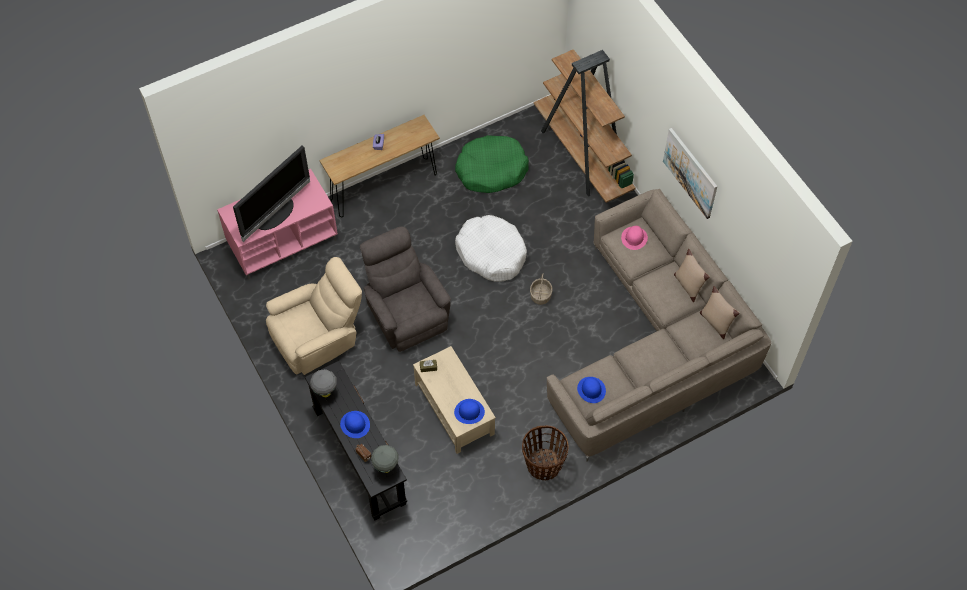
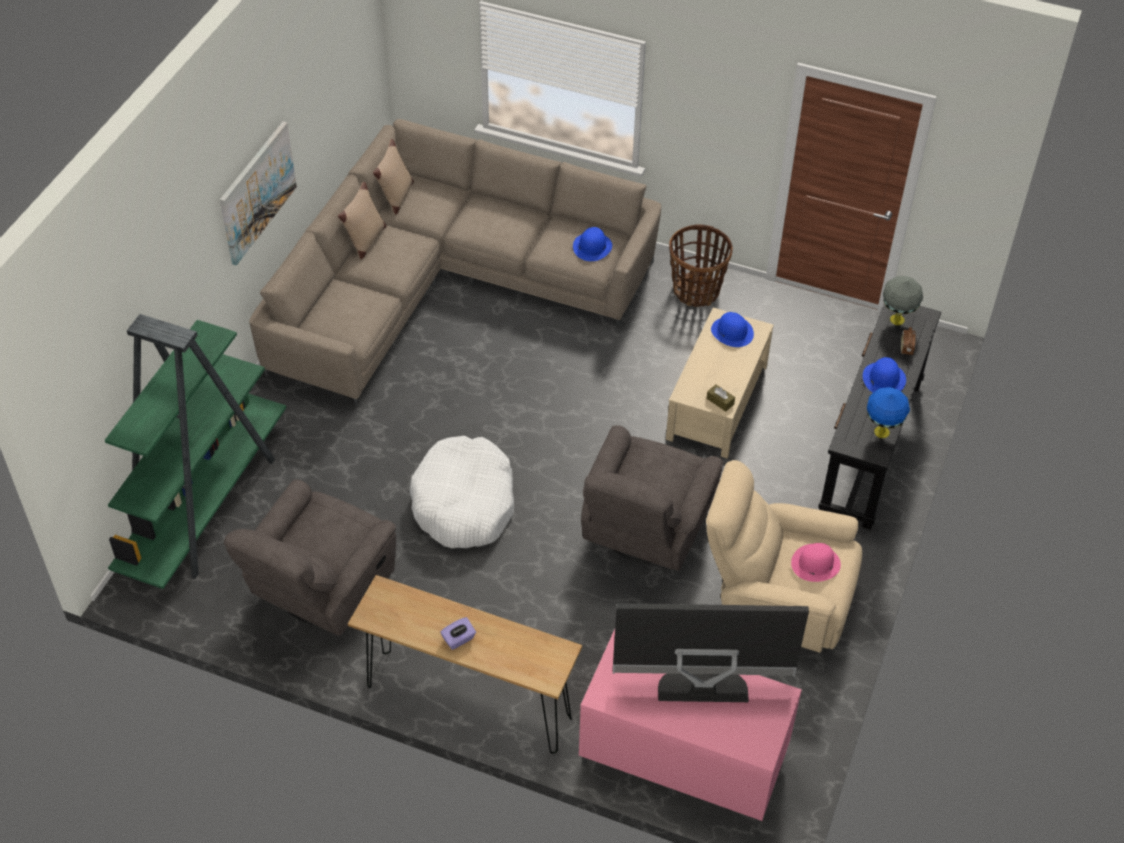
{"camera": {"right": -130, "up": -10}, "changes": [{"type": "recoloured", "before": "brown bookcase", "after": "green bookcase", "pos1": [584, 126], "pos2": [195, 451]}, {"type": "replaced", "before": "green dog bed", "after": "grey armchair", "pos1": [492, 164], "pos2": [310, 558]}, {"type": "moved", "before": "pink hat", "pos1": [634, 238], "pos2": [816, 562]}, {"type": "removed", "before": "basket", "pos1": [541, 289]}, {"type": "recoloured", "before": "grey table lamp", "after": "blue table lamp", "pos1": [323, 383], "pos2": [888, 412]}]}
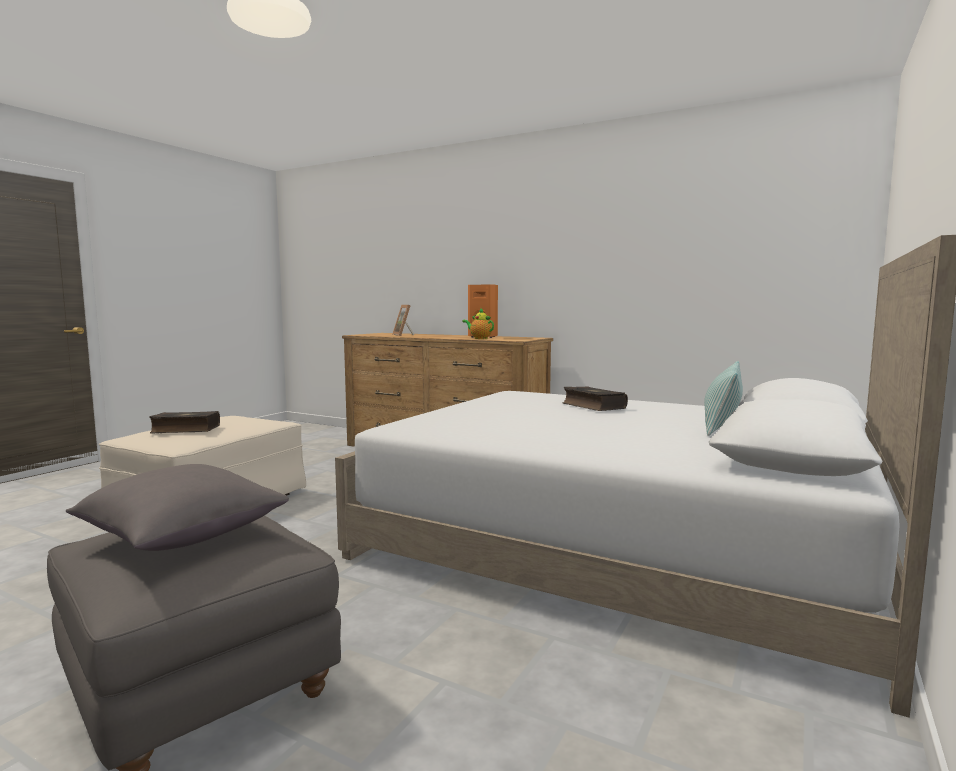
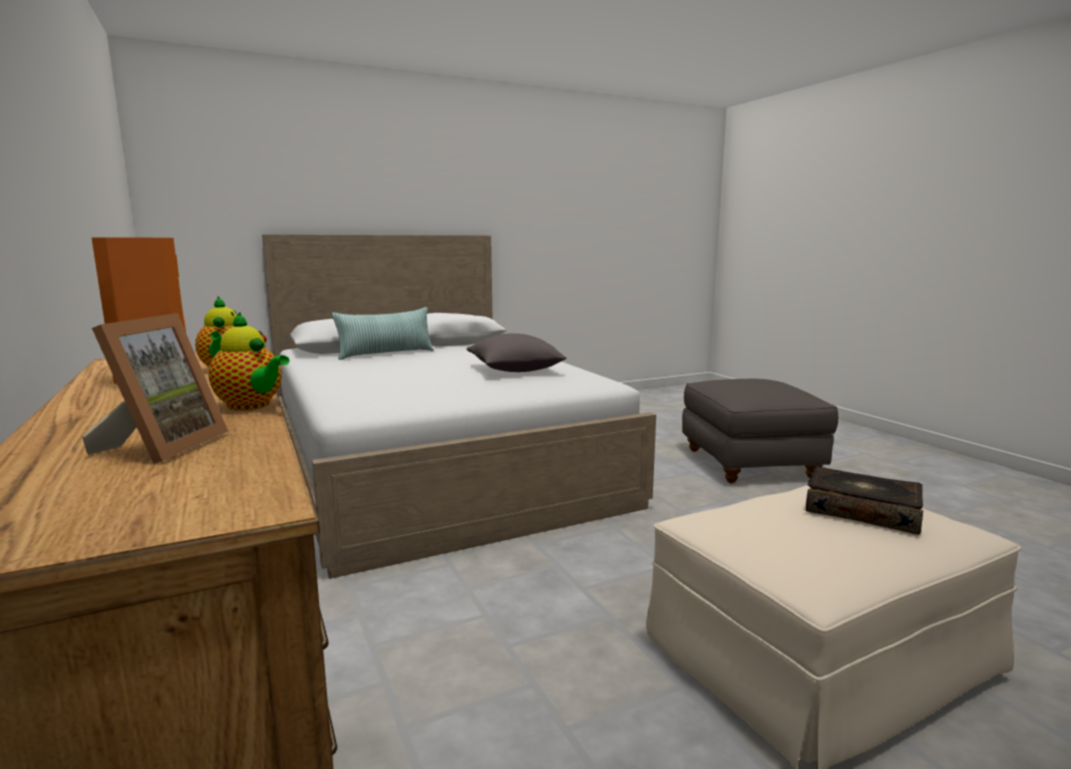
{"camera": {"right": -145, "up": 5}, "changes": [{"type": "removed", "before": "book", "pos1": [595, 398]}, {"type": "moved", "before": "grey pillow", "pos1": [177, 507], "pos2": [516, 352]}, {"type": "added", "after": "teapot", "pos2": [249, 361]}]}
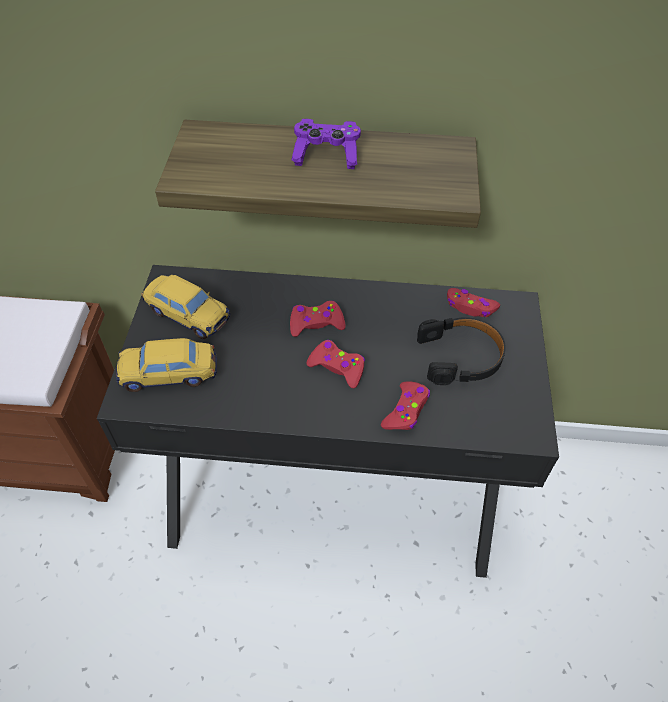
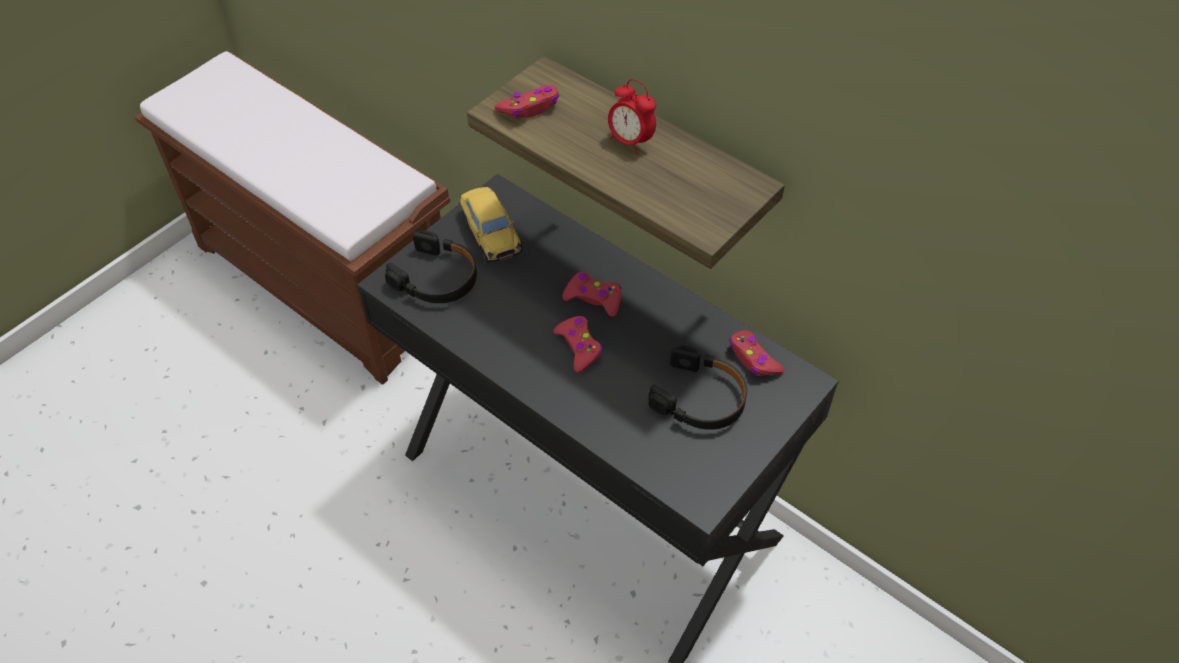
{"camera": {"right": 35, "up": 0}, "changes": [{"type": "replaced", "before": "purple game controller", "after": "alarm clock", "pos1": [326, 144], "pos2": [632, 116]}, {"type": "replaced", "before": "toy car", "after": "black headphones", "pos1": [166, 365], "pos2": [431, 266]}, {"type": "moved", "before": "red game controller", "pos1": [405, 405], "pos2": [526, 102]}]}
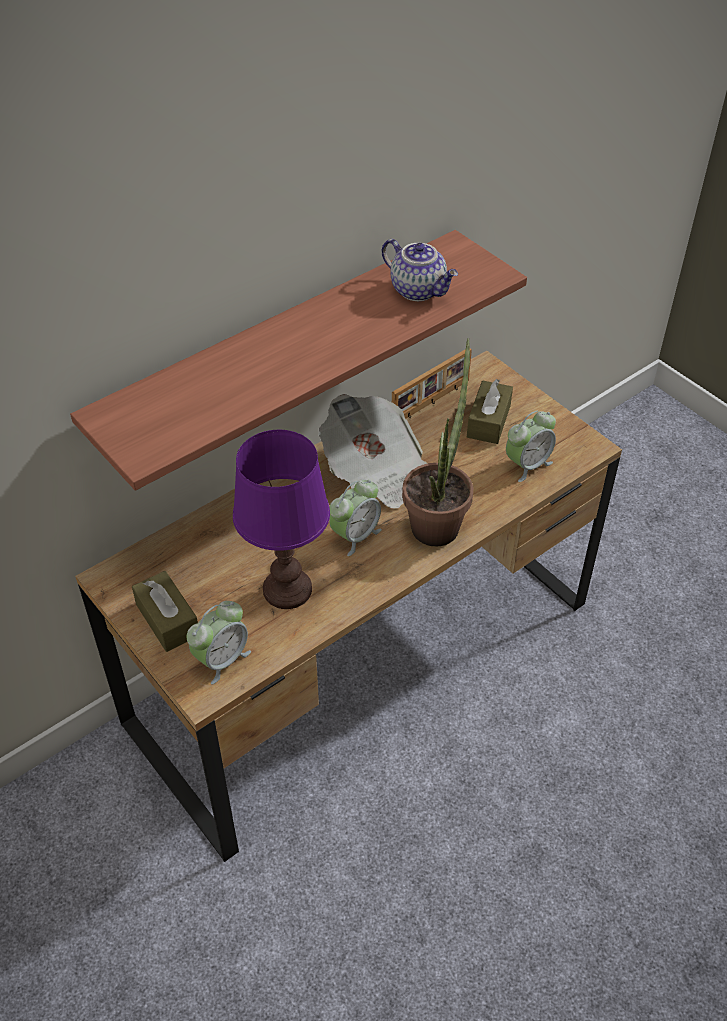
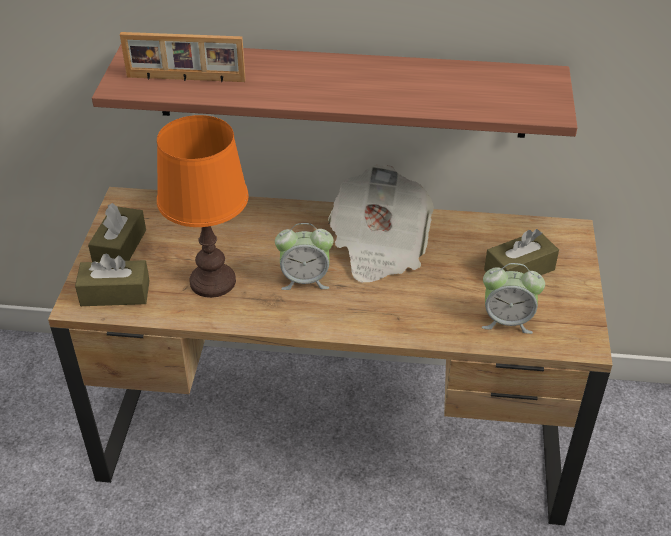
{"camera": {"right": 45, "up": -5}, "changes": [{"type": "removed", "before": "teapot", "pos1": [420, 270]}, {"type": "removed", "before": "potted plant", "pos1": [437, 442]}, {"type": "moved", "before": "picture frame", "pos1": [432, 384], "pos2": [183, 57]}, {"type": "recoloured", "before": "purple table lamp", "after": "orange table lamp", "pos1": [281, 519], "pos2": [203, 206]}, {"type": "replaced", "before": "alarm clock", "after": "brown tissue box", "pos1": [218, 642], "pos2": [112, 280]}]}
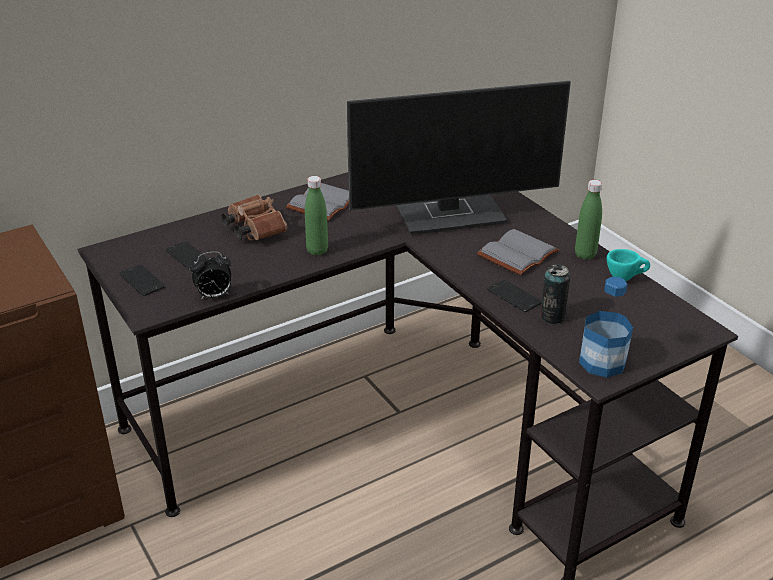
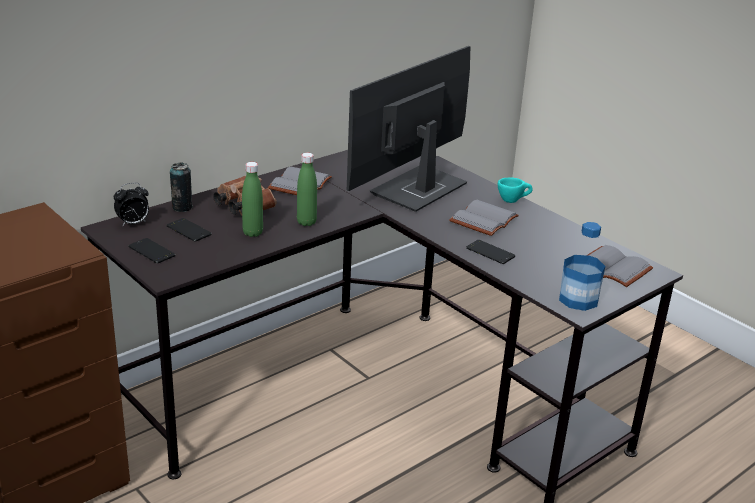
{"camera": {"right": -10, "up": -5}, "changes": [{"type": "turned", "before": "monitor", "pos1": [459, 158], "pos2": [408, 129], "turn": 150}, {"type": "moved", "before": "green bottle", "pos1": [588, 220], "pos2": [252, 199]}, {"type": "moved", "before": "turquoise cup", "pos1": [628, 265], "pos2": [515, 190]}, {"type": "moved", "before": "alarm clock", "pos1": [210, 275], "pos2": [131, 204]}, {"type": "moved", "before": "can", "pos1": [555, 294], "pos2": [181, 187]}, {"type": "added", "after": "grey book", "pos2": [619, 266]}]}
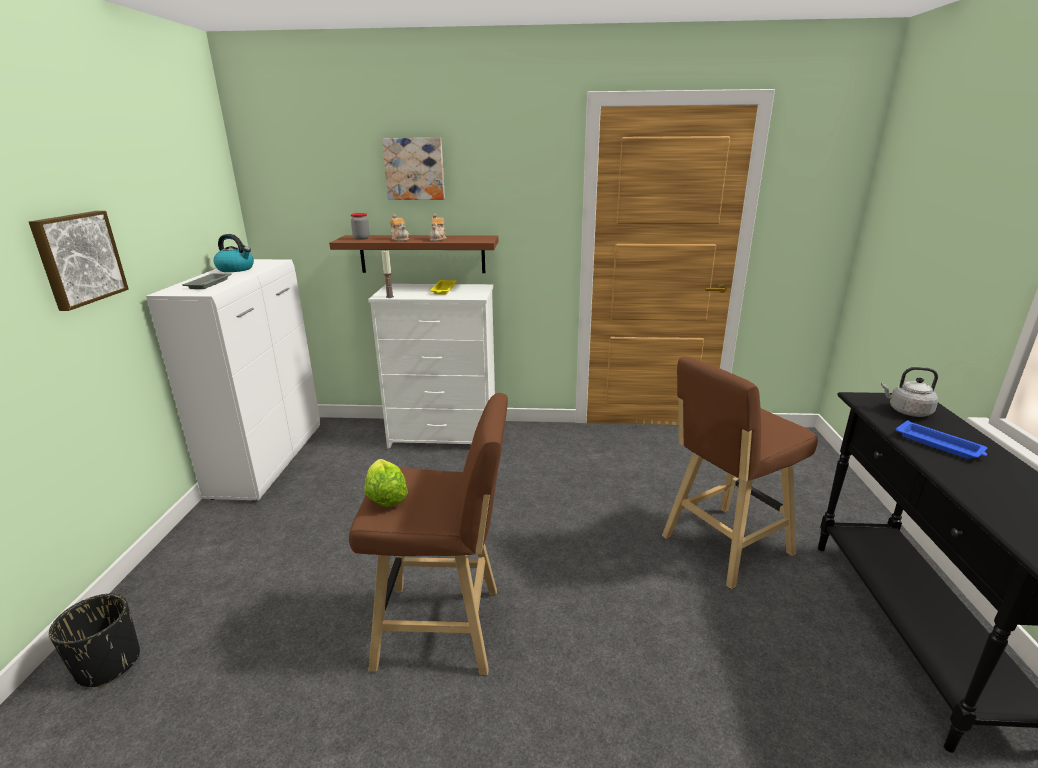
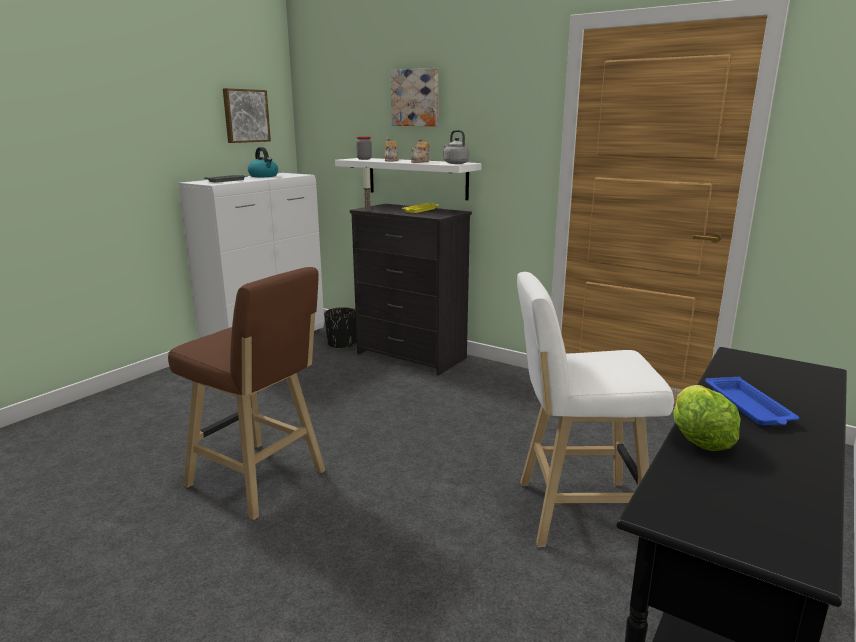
{"camera": {"right": 30, "up": -5}, "changes": [{"type": "moved", "before": "picture", "pos1": [79, 261], "pos2": [247, 115]}, {"type": "recoloured", "before": "brown shelf", "after": "white shelf", "pos1": [413, 254], "pos2": [408, 179]}, {"type": "recoloured", "before": "white dresser", "after": "black dresser", "pos1": [431, 366], "pos2": [411, 289]}, {"type": "recoloured", "before": "brown stool", "after": "white stool", "pos1": [740, 473], "pos2": [595, 409]}, {"type": "moved", "before": "grey kettle", "pos1": [910, 392], "pos2": [456, 147]}, {"type": "moved", "before": "lettuce", "pos1": [386, 483], "pos2": [707, 418]}, {"type": "moved", "before": "black planter", "pos1": [94, 640], "pos2": [340, 328]}]}
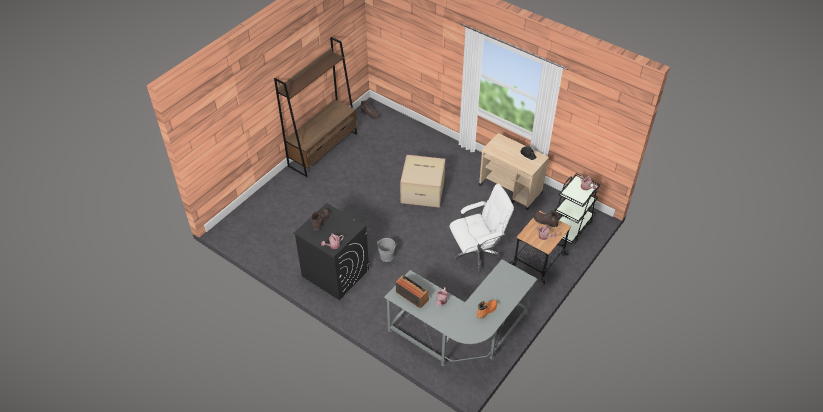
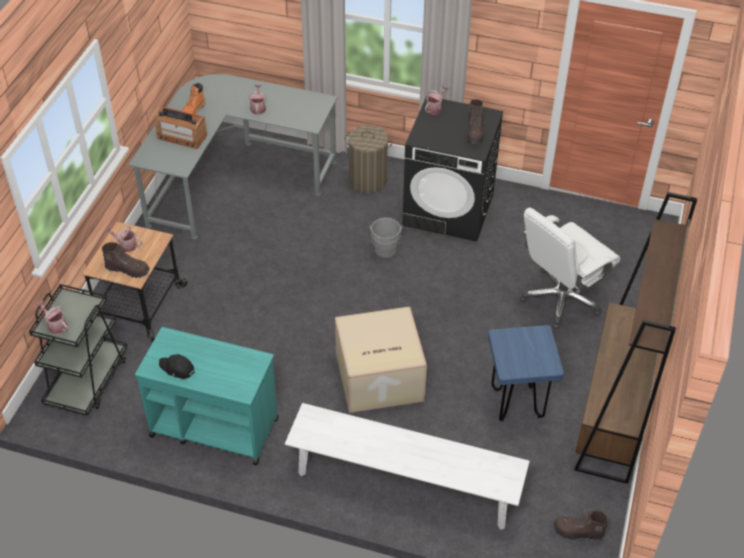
{"camera": {"right": 160, "up": 0}, "changes": [{"type": "recoloured", "before": "beige cart", "after": "turquoise cart", "pos1": [514, 171], "pos2": [207, 396]}, {"type": "moved", "before": "white office chair", "pos1": [482, 227], "pos2": [570, 268]}, {"type": "moved", "before": "radio", "pos1": [412, 292], "pos2": [180, 127]}, {"type": "added", "after": "laundry basket", "pos2": [368, 159]}, {"type": "added", "after": "blue stool", "pos2": [526, 373]}, {"type": "added", "after": "white bench", "pos2": [407, 466]}]}
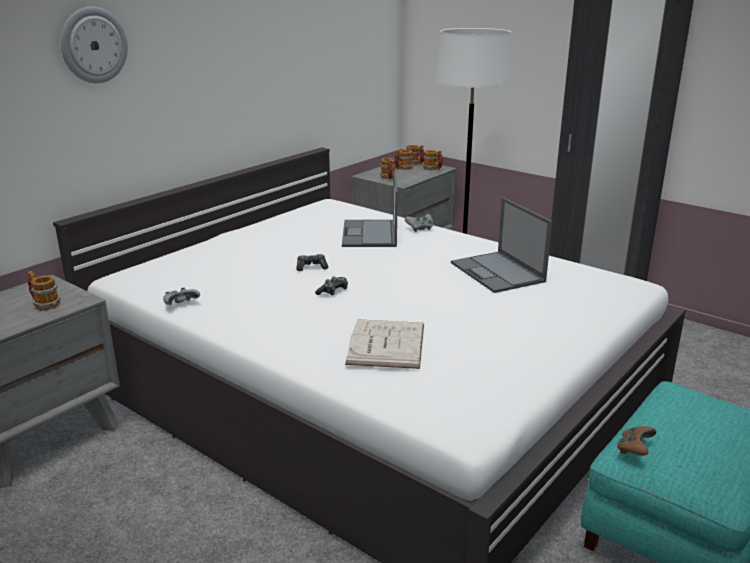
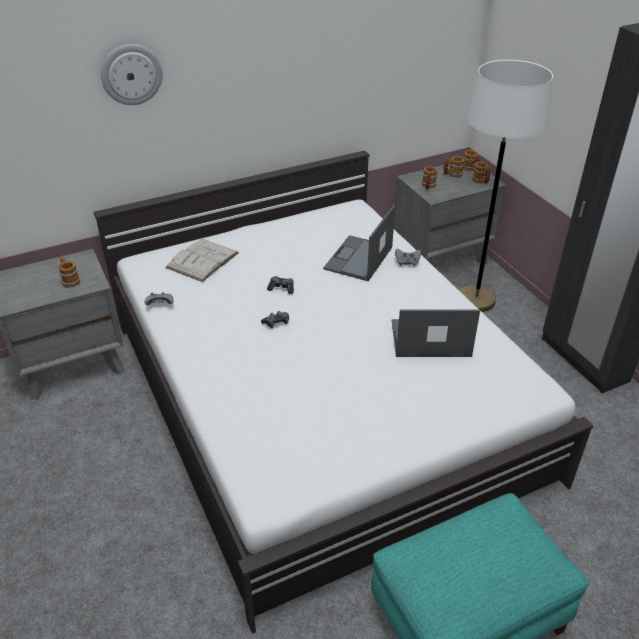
{"camera": {"right": 25, "up": 15}, "changes": [{"type": "turned", "before": "laptop", "pos1": [501, 245], "pos2": [436, 333], "turn": 90}, {"type": "moved", "before": "white book", "pos1": [384, 344], "pos2": [202, 260]}, {"type": "removed", "before": "brown game controller", "pos1": [637, 441]}]}
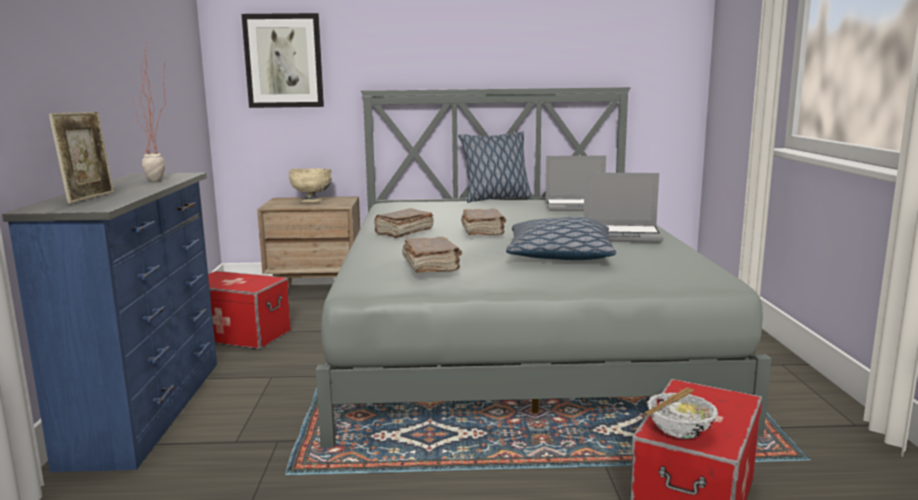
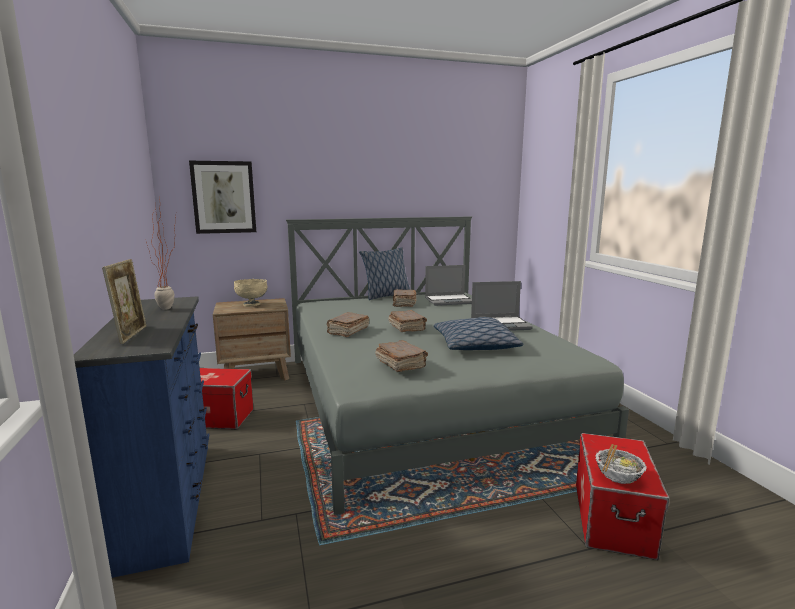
{"camera": {"right": -15, "up": 0}, "changes": [{"type": "added", "after": "brown book", "pos2": [404, 298]}]}
